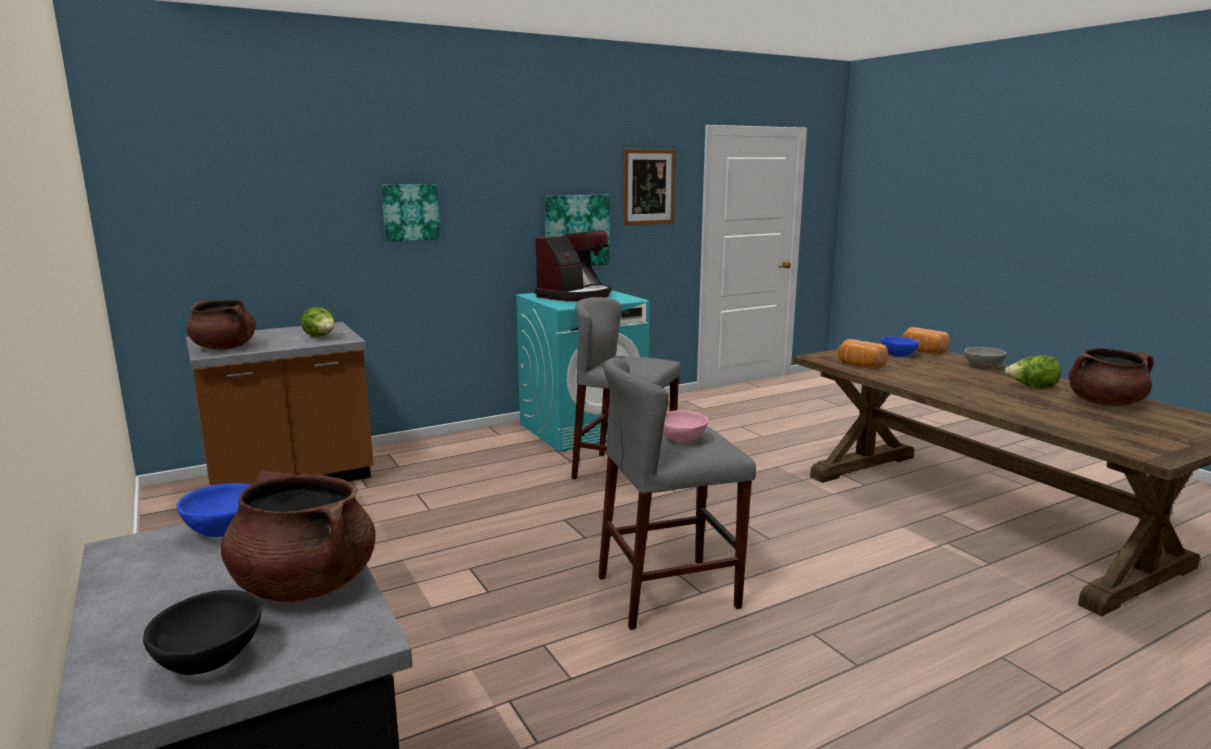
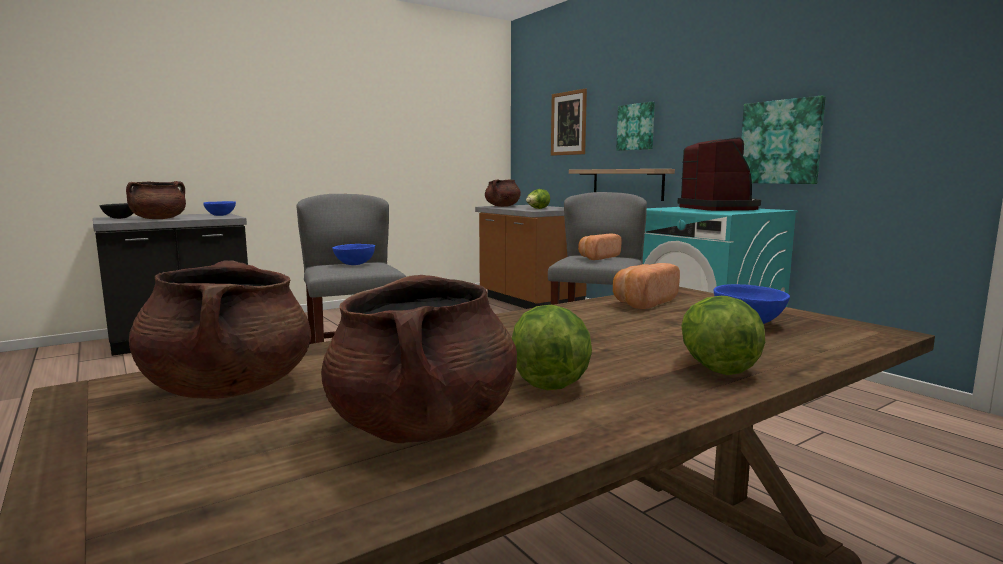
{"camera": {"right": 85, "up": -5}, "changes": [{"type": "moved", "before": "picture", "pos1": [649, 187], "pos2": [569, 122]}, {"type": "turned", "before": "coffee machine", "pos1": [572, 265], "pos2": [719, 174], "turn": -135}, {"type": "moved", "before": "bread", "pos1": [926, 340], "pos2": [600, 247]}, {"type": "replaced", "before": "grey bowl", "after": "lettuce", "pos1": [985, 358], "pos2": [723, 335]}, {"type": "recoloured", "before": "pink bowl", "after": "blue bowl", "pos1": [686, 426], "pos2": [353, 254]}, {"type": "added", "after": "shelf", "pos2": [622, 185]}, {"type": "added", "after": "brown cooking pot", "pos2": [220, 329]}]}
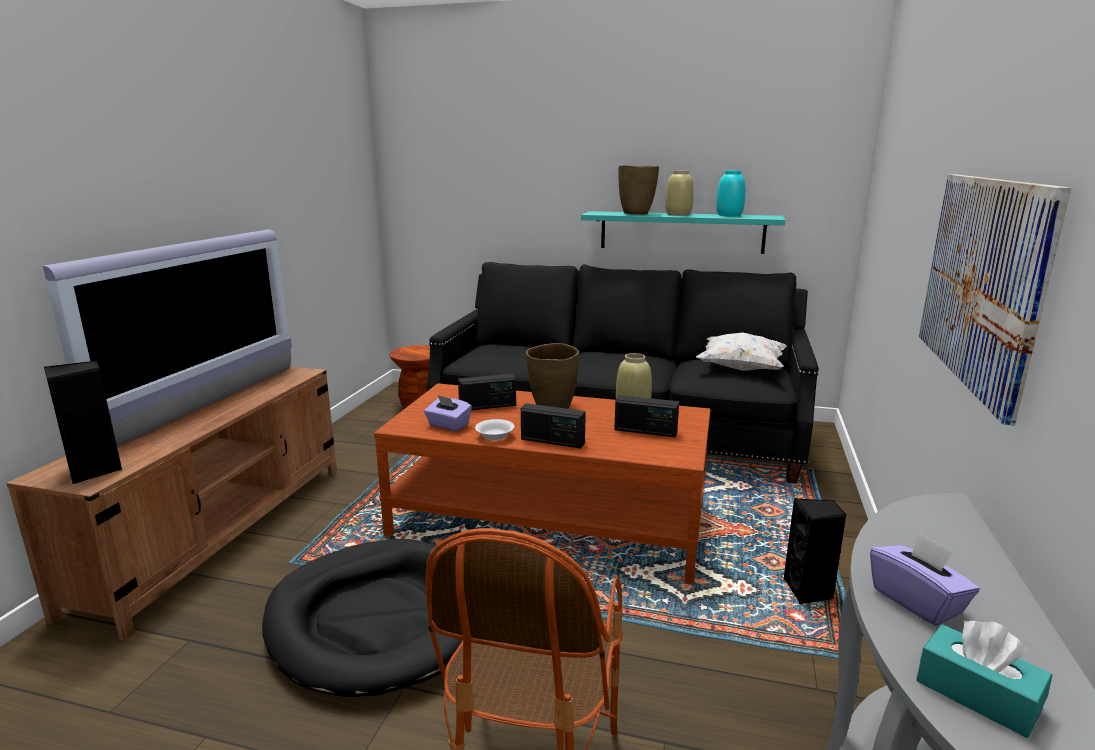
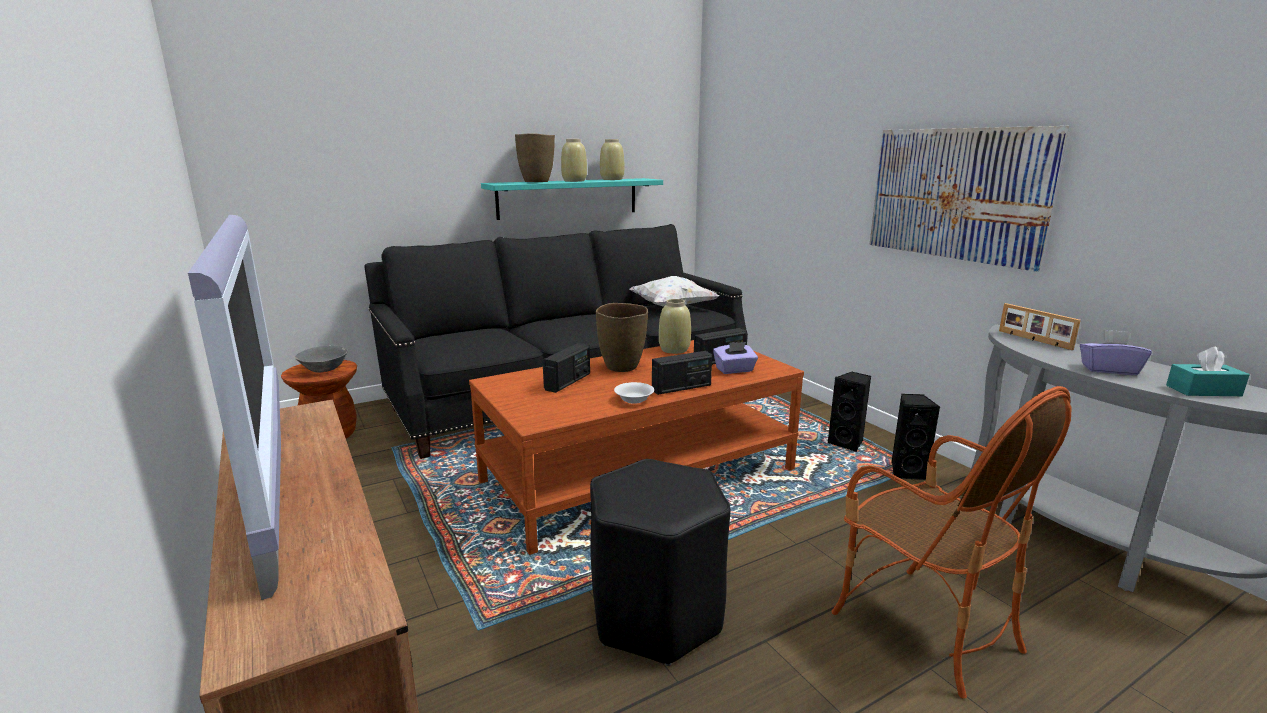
{"camera": {"right": -45, "up": 0}, "changes": [{"type": "recoloured", "before": "turquoise vase", "after": "beige vase", "pos1": [730, 193], "pos2": [612, 159]}, {"type": "moved", "before": "black speaker", "pos1": [83, 422], "pos2": [915, 437]}, {"type": "moved", "before": "purple tissue box", "pos1": [448, 413], "pos2": [735, 358]}, {"type": "replaced", "before": "black dog bed", "after": "black stool", "pos1": [362, 618], "pos2": [660, 562]}, {"type": "added", "after": "picture frame", "pos2": [1040, 326]}, {"type": "added", "after": "grey bowl", "pos2": [321, 358]}]}
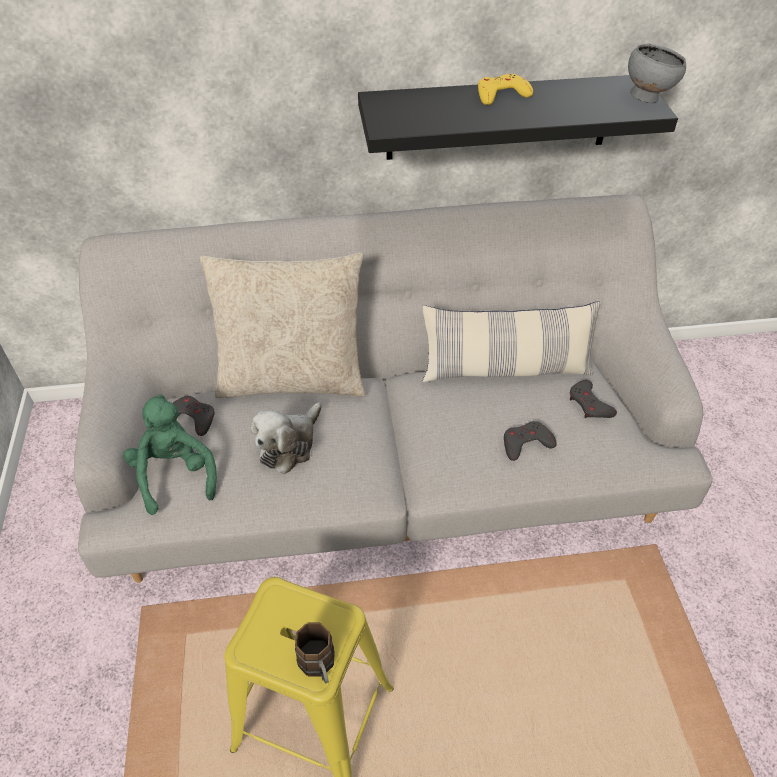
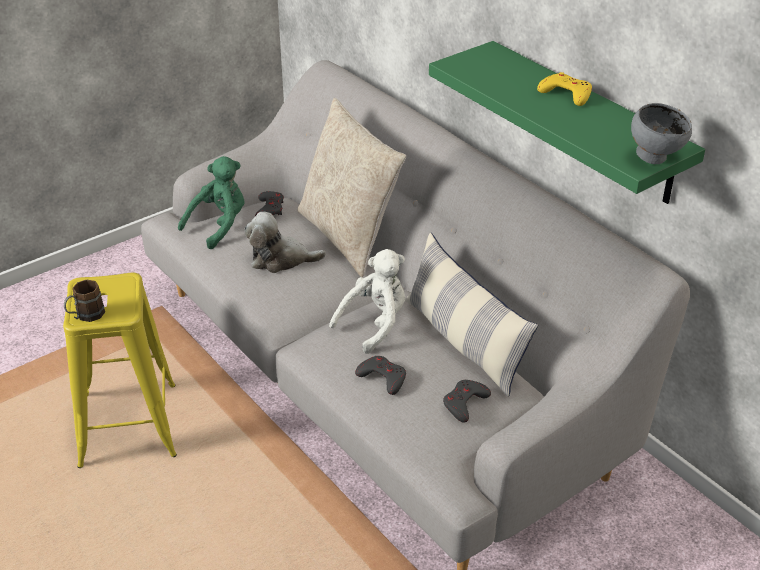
{"camera": {"right": 60, "up": -10}, "changes": [{"type": "recoloured", "before": "black shelf", "after": "green shelf", "pos1": [518, 117], "pos2": [567, 122]}, {"type": "added", "after": "white plush toy", "pos2": [367, 301]}]}
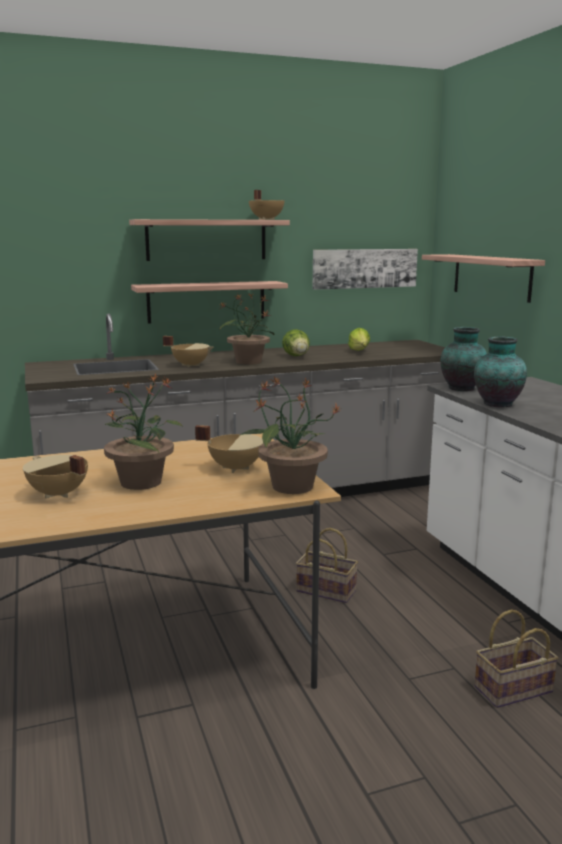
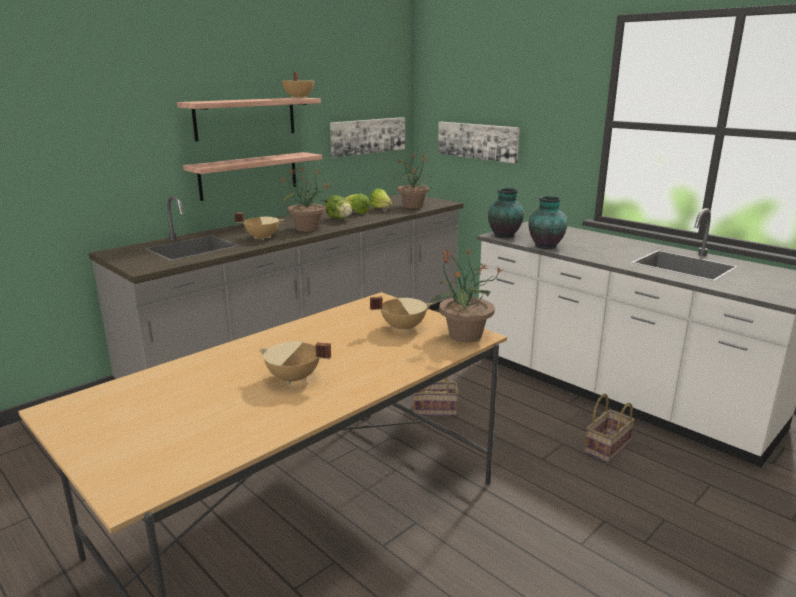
{"camera": {"right": -25, "up": 5}, "changes": [{"type": "replaced", "before": "shelf", "after": "picture", "pos1": [483, 278], "pos2": [479, 142]}, {"type": "moved", "before": "potted plant", "pos1": [143, 432], "pos2": [412, 181]}, {"type": "added", "after": "lettuce", "pos2": [357, 204]}]}
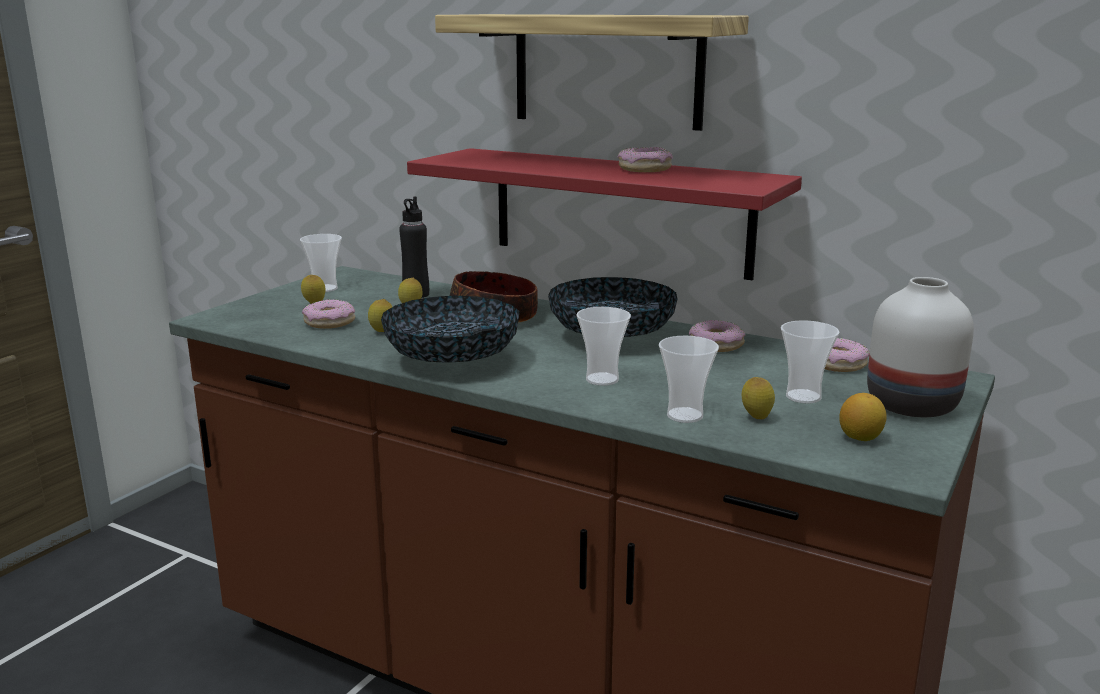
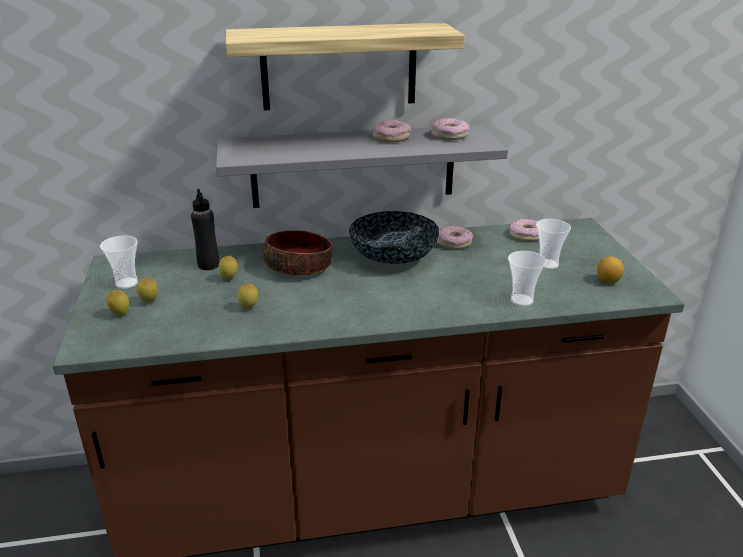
{"camera": {"right": -40, "up": 10}, "changes": [{"type": "recoloured", "before": "red shelf", "after": "grey shelf", "pos1": [604, 214], "pos2": [362, 166]}, {"type": "removed", "before": "white vase", "pos1": [920, 347]}, {"type": "removed", "before": "bowl", "pos1": [450, 329]}, {"type": "moved", "before": "donut", "pos1": [328, 314], "pos2": [450, 129]}, {"type": "removed", "before": "cup", "pos1": [603, 346]}, {"type": "moved", "before": "lemon", "pos1": [758, 398], "pos2": [117, 303]}]}
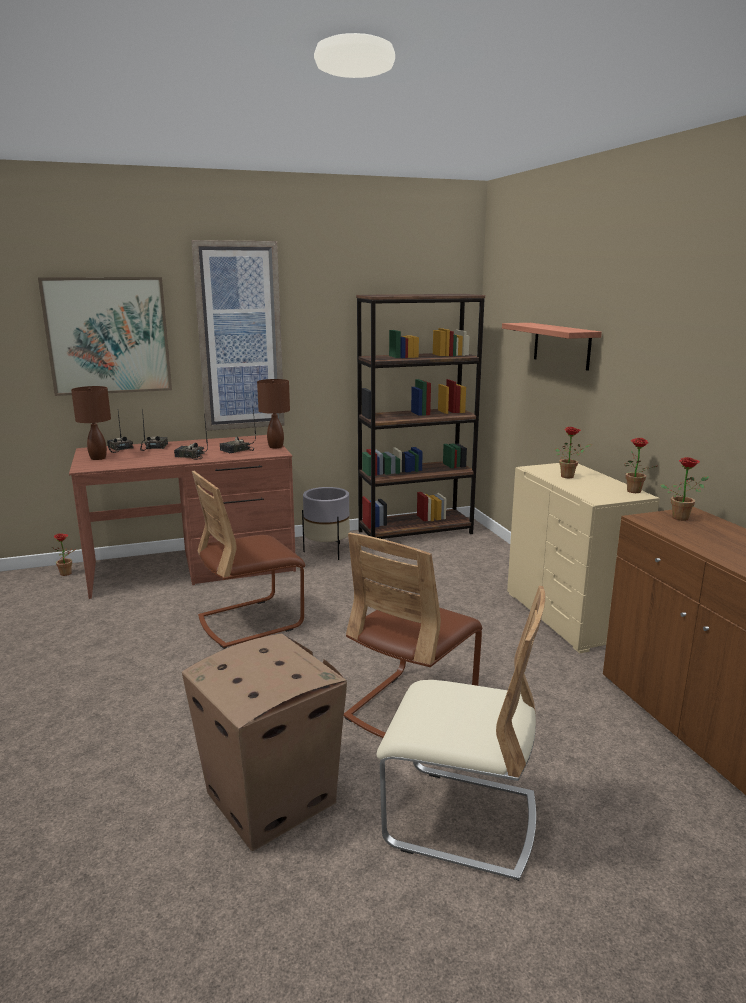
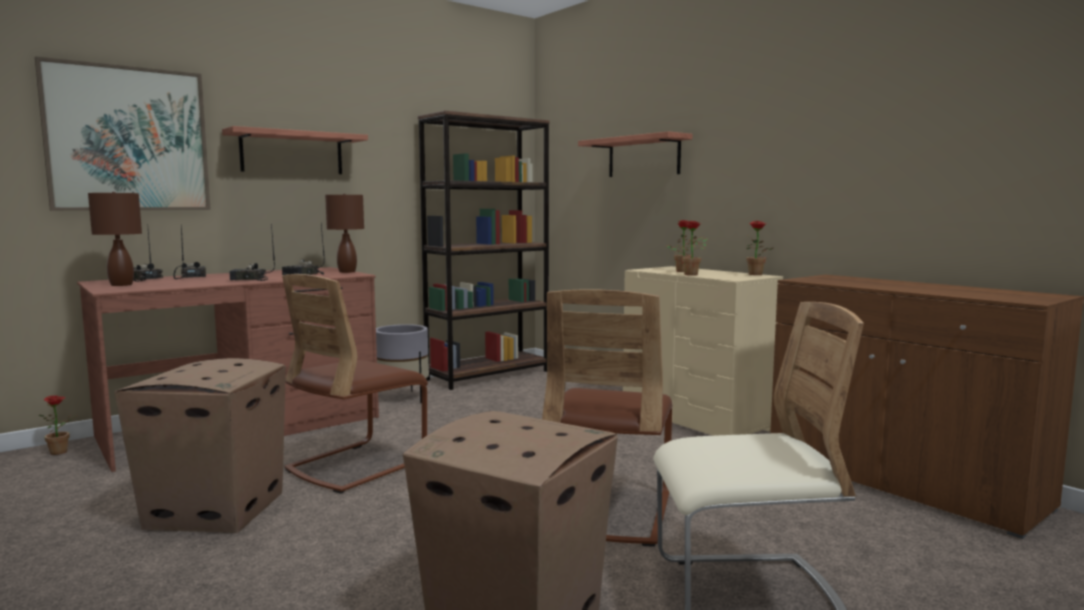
{"camera": {"right": -20, "up": -10}, "changes": [{"type": "replaced", "before": "picture", "after": "shelf", "pos1": [238, 335], "pos2": [295, 150]}, {"type": "moved", "before": "potted plant", "pos1": [684, 489], "pos2": [690, 248]}, {"type": "added", "after": "cardboard box", "pos2": [200, 445]}]}
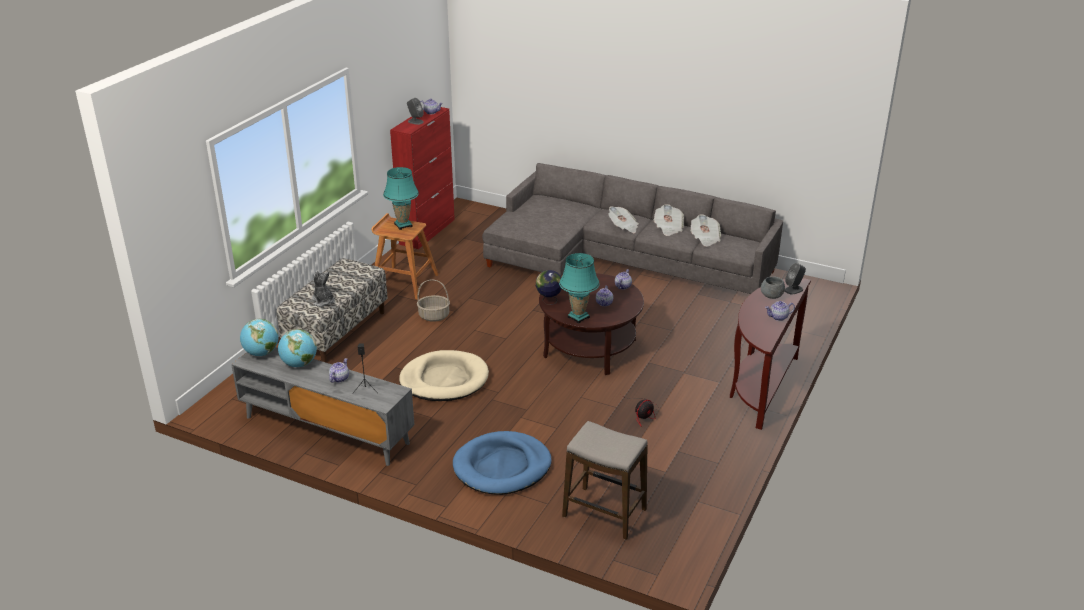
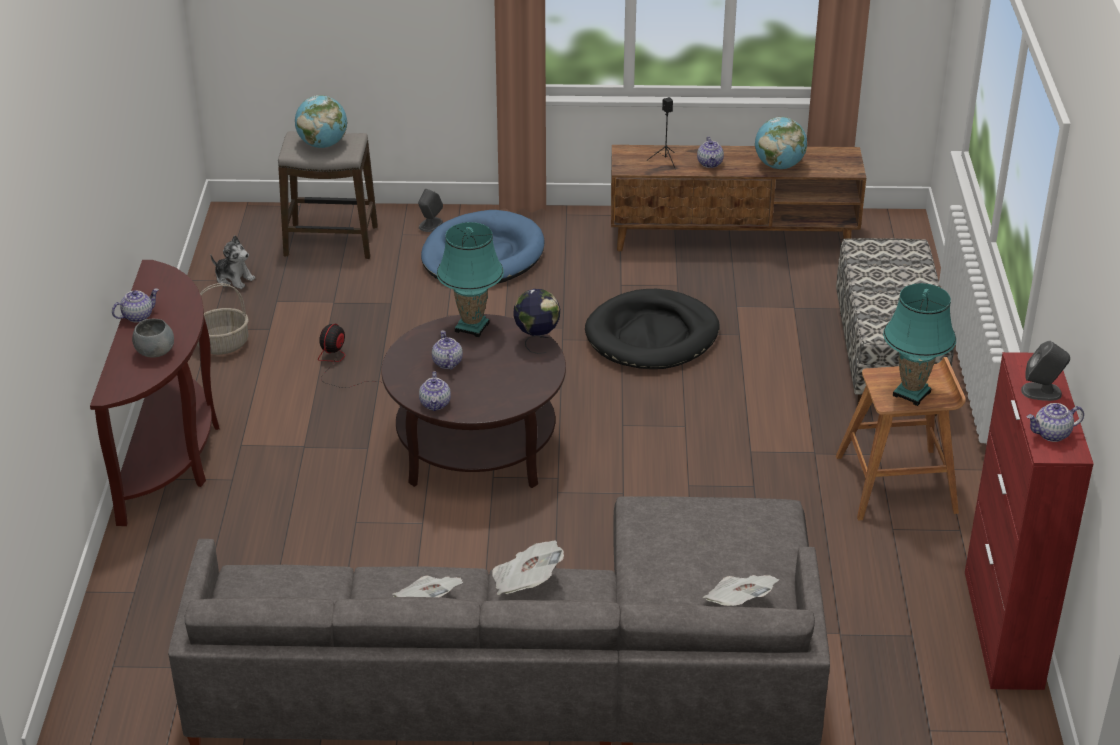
{"camera": {"right": 155, "up": 5}, "changes": [{"type": "moved", "before": "newspaper", "pos1": [706, 230], "pos2": [740, 590]}, {"type": "moved", "before": "grey speaker", "pos1": [795, 278], "pos2": [430, 210]}, {"type": "moved", "before": "plush toy", "pos1": [323, 289], "pos2": [233, 262]}, {"type": "moved", "before": "basket", "pos1": [433, 301], "pos2": [223, 319]}, {"type": "moved", "before": "globe", "pos1": [259, 337], "pos2": [321, 121]}, {"type": "recoloured", "before": "grey tv stand", "after": "brown tv stand", "pos1": [322, 406], "pos2": [738, 198]}, {"type": "recoloured", "before": "beige dog bed", "after": "black dog bed", "pos1": [444, 375], "pos2": [652, 329]}]}
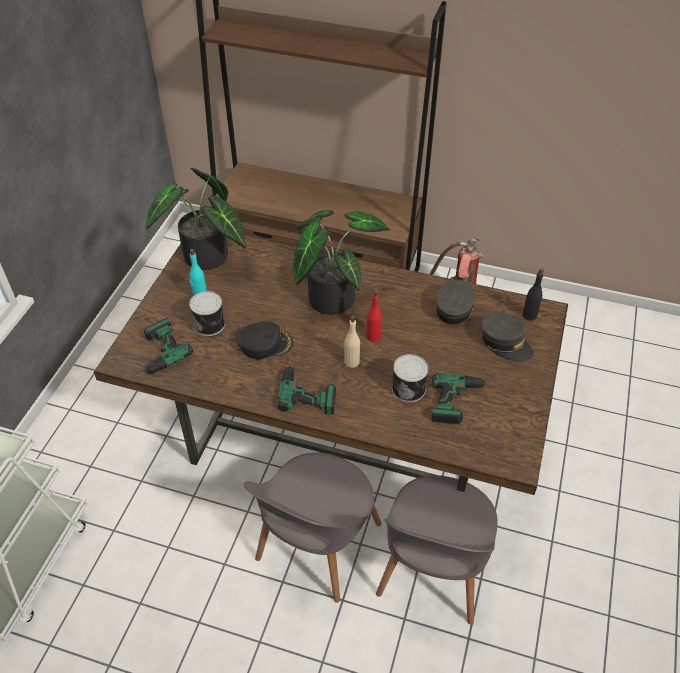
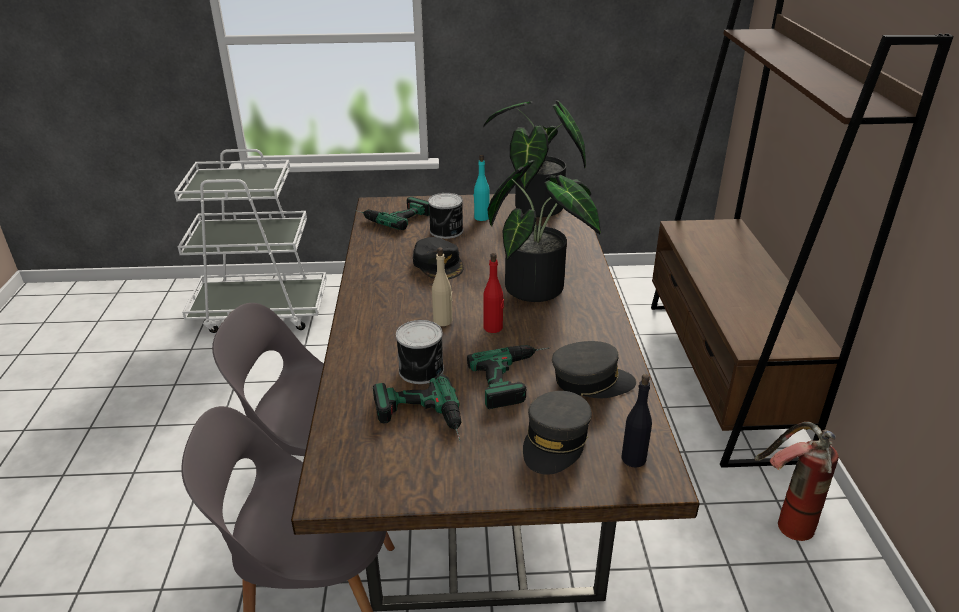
{"camera": {"right": 70, "up": -15}, "changes": [{"type": "moved", "before": "power drill", "pos1": [306, 386], "pos2": [508, 377]}]}
